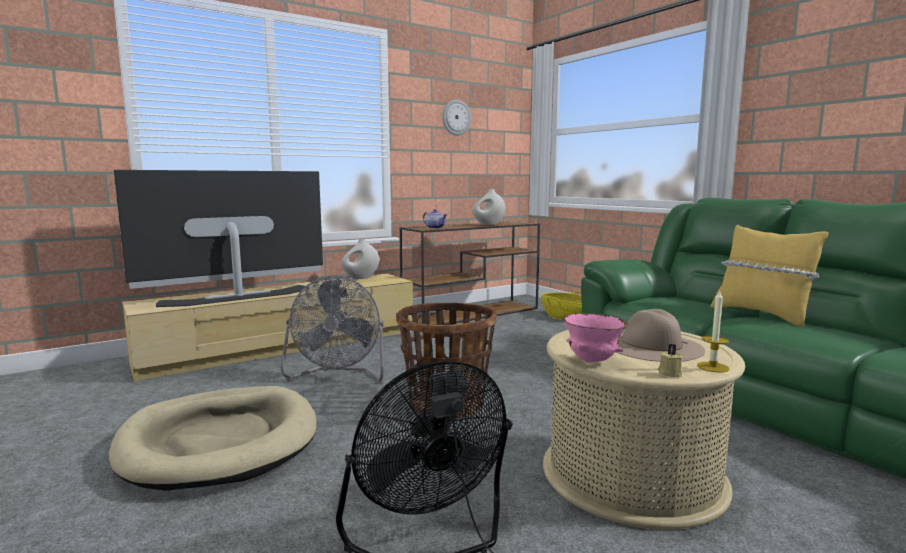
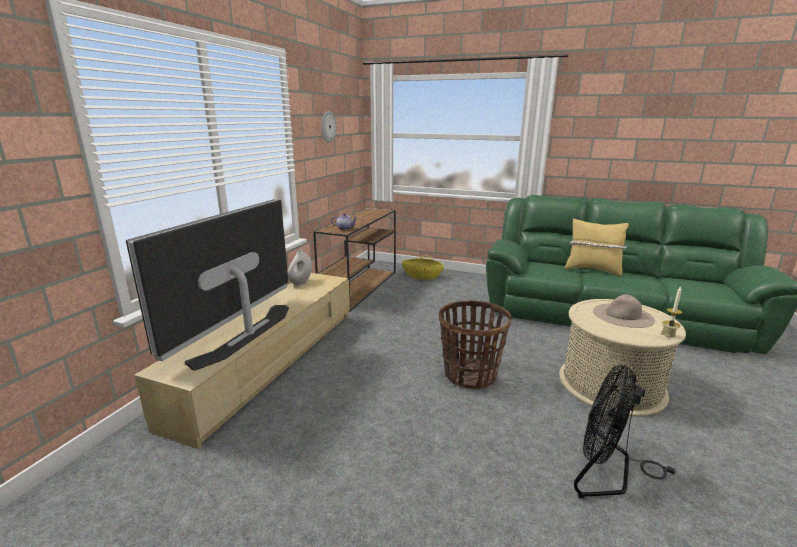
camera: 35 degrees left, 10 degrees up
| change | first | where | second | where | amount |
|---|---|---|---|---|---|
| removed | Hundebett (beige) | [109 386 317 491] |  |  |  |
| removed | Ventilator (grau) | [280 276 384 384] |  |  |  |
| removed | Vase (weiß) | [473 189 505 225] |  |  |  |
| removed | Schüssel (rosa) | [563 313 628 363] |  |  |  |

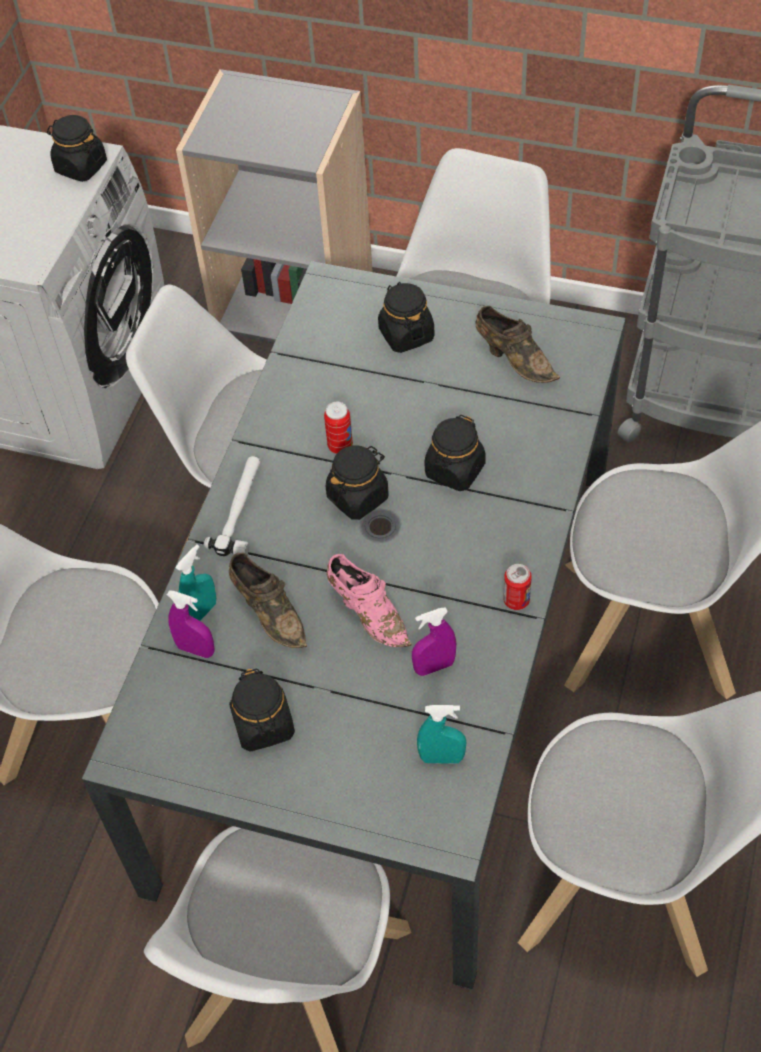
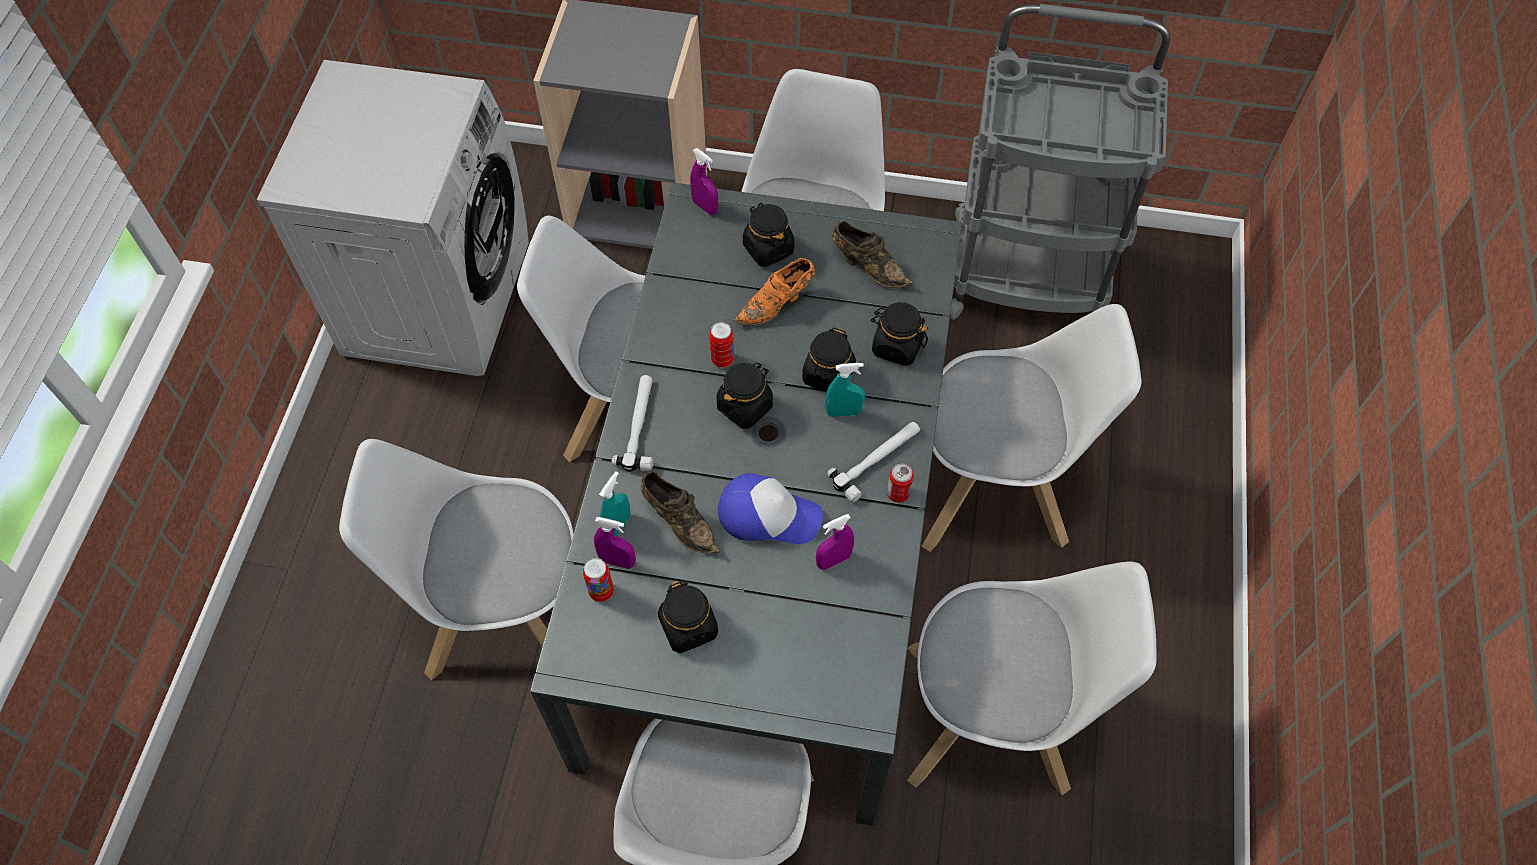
camera: 10 degrees left, 5 degrees up
| change | first | where | second | where | amount |
|---|---|---|---|---|---|
| added |  |  | Dose | [583 558 614 602] |  |
| added |  |  | Sprühflasche (lila) | [690 148 718 215] |  |
| added |  |  | Schuh (orange) | [734 258 815 325] |  |
| added |  |  | Hammer | [827 422 920 503] |  |
| moved | Vorratsglas (schwarz) | [47 115 107 182] |  | [871 302 928 366] |  |
| moved | Sprühflasche (türkis) | [417 705 466 764] |  | [825 363 865 417] |  |
| replaced | Schuh (rosa) | [326 554 411 647] | Kappe | [718 473 823 544] |  |

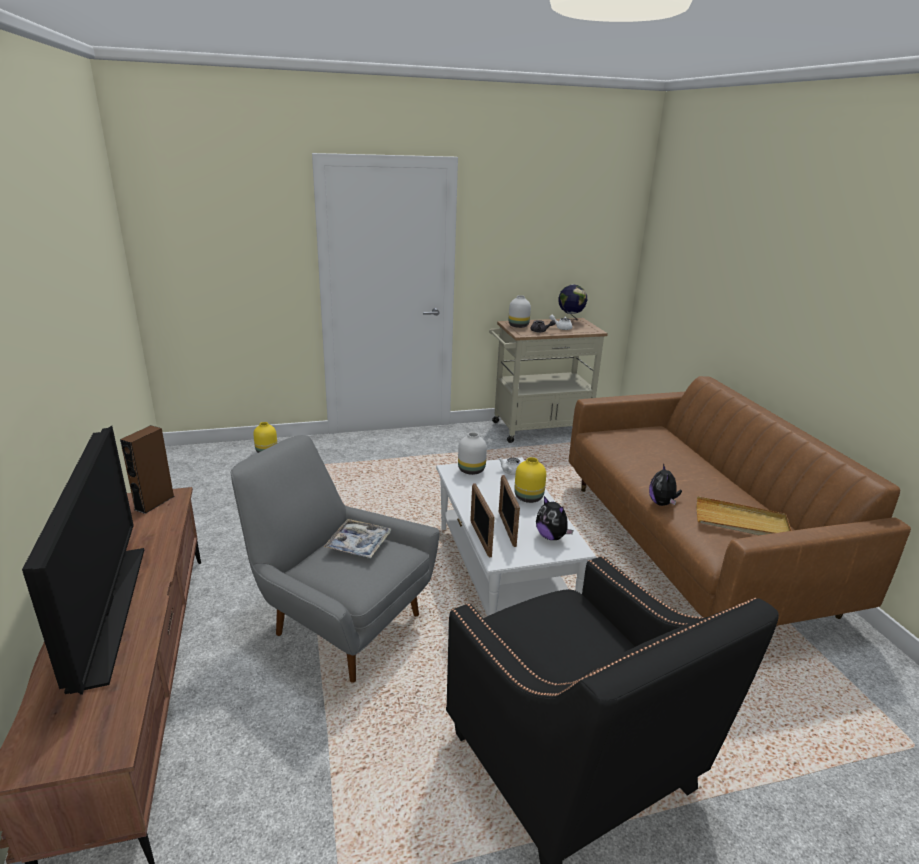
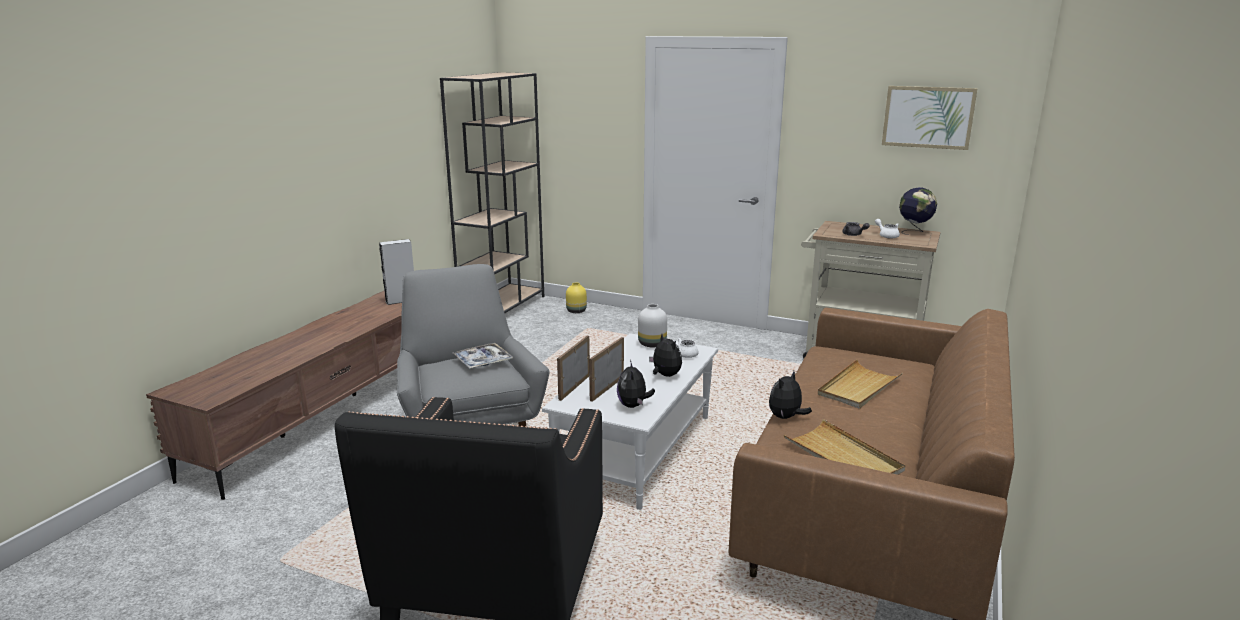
camera: 40 degrees right, 5 degrees down
| change | first | where | second | where | amount |
|---|---|---|---|---|---|
| removed | Fernseher | [22 426 144 695] |  |  |  |
| removed | Vase (weiß) | [509 295 531 328] |  |  |  |
| added |  |  | Bücherregal | [440 72 544 313] |  |
| added |  |  | Tablett (beige) | [818 359 903 409] |  |
| added |  |  | Bild | [882 86 978 150] |  |
| replaced | Vase (gelb) | [514 457 546 503] | Plüschtier | [649 334 682 377] |  |
| recoloured | Lautsprecher (braun) | [120 425 175 514] | Lautsprecher (grau) | [379 239 414 305] |  |

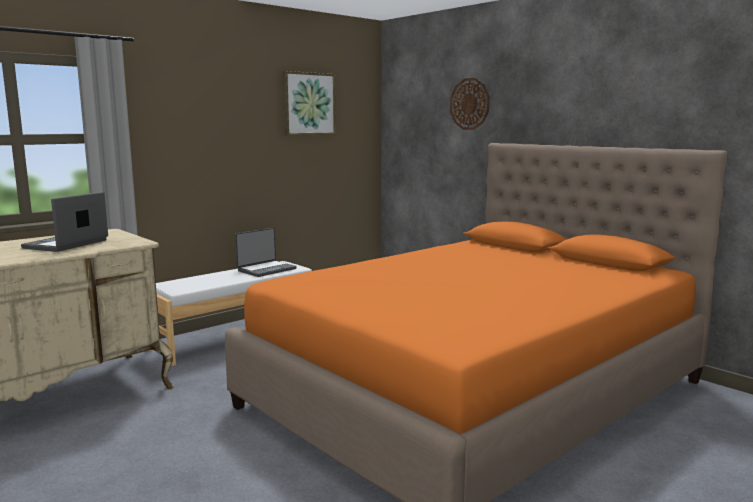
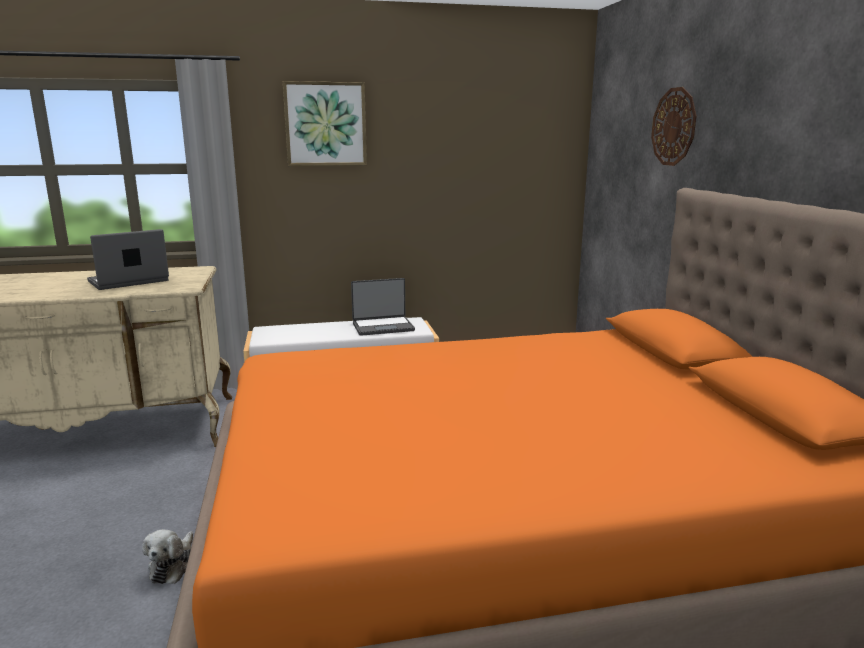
camera: 30 degrees right, 5 degrees up
| change | first | where | second | where | amount |
|---|---|---|---|---|---|
| added |  |  | Plüschtier | [142 529 193 584] |  |
| moved | Bild | [283 71 336 136] |  | [282 81 367 166] |  |

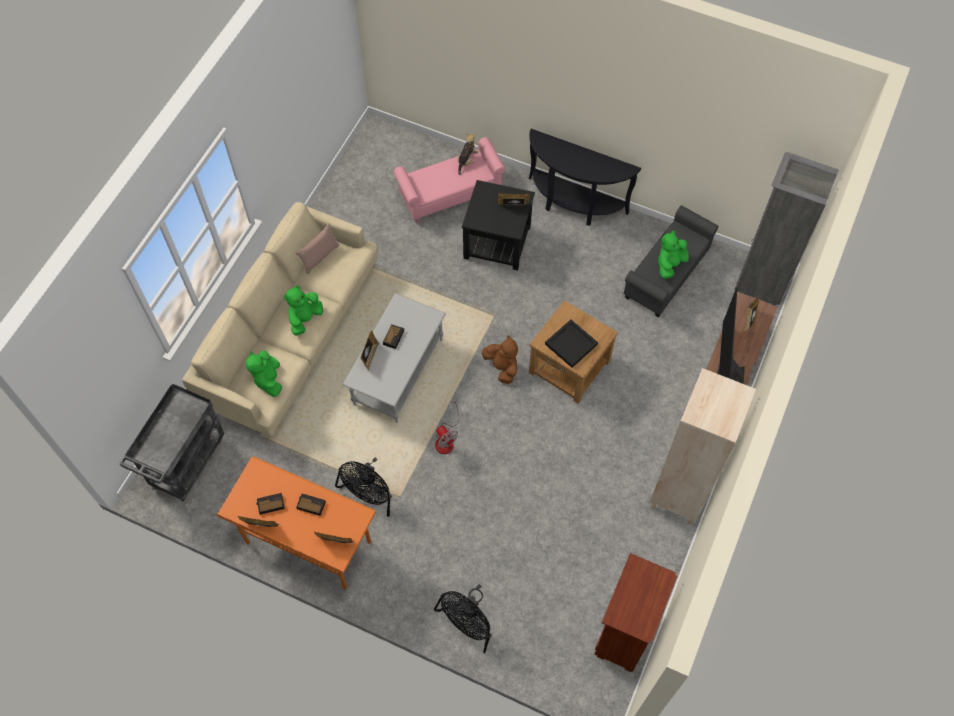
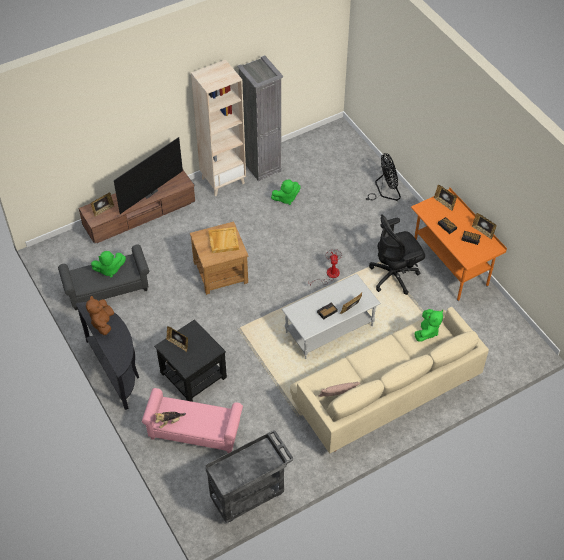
camera: 145 degrees left, 10 degrees down
| change | first | where | second | where | amount |
|---|---|---|---|---|---|
| removed | Schrank (braun) | [595 553 677 672] |  |  |  |
| moved | Rollwagen (schwarz) | [120 384 224 503] |  | [205 430 293 523] |  |
| moved | Plüschtier (grün) | [284 285 323 336] |  | [271 179 301 205] |  |
| moved | Plüschtier (braun) | [482 335 518 384] |  | [86 296 114 335] |  |
| moved | Schrank (grau) | [734 152 839 305] |  | [237 55 283 182] |  |
| replaced | Ventilator (schwarz) | [335 457 392 517] | Bürostuhl (schwarz) | [369 214 425 295] |  |
| recoloured | Tablett (schwarz) | [545 320 598 368] | Tablett (beige) | [208 227 239 253] |  |

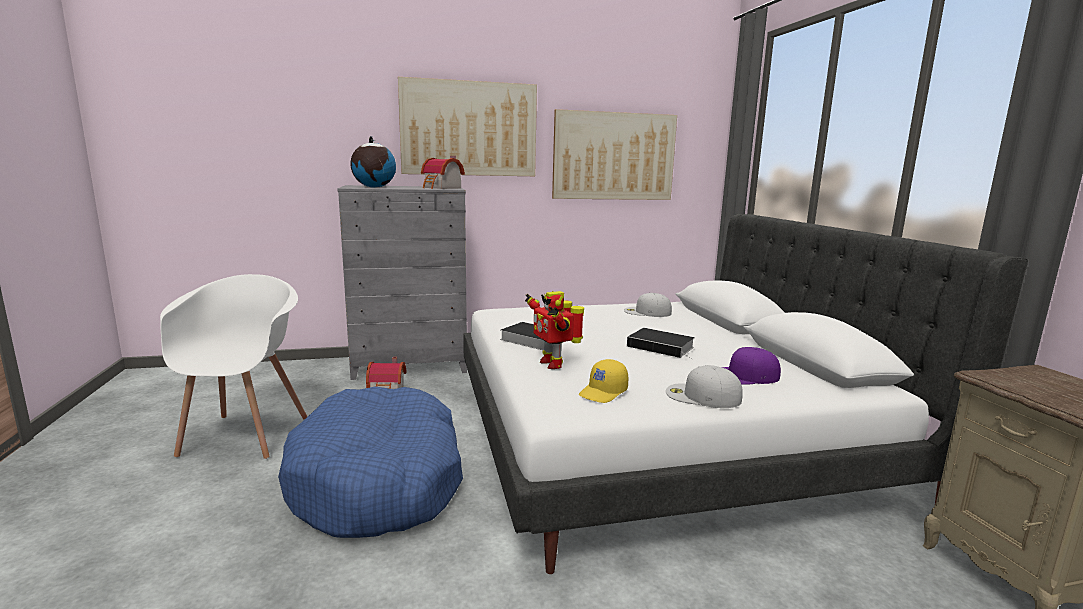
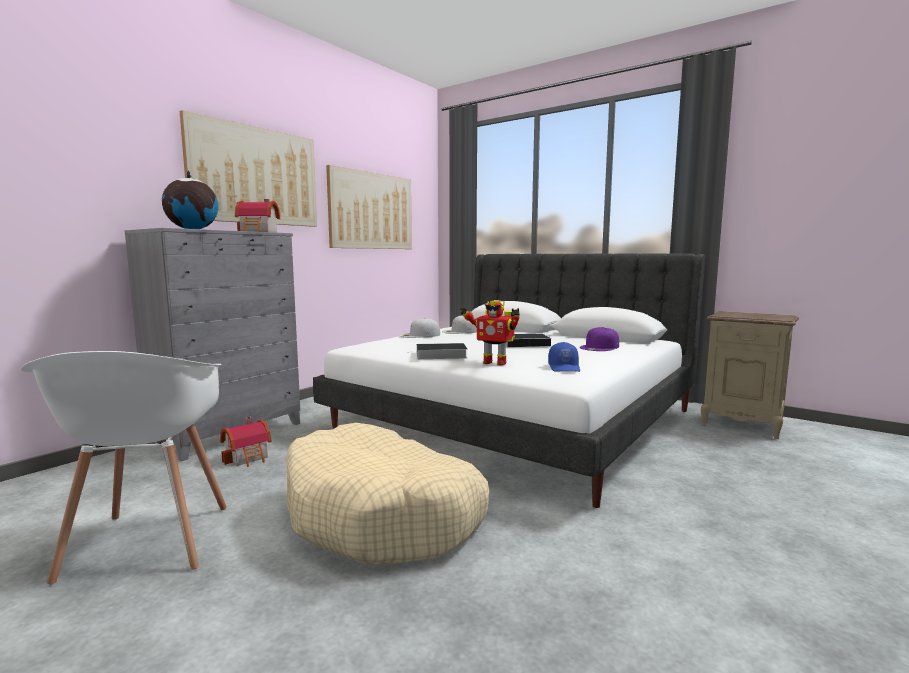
camera: 40 degrees left, 5 degrees down
| change | first | where | second | where | amount |
|---|---|---|---|---|---|
| moved | Kappe (weiß) | [666 365 743 408] |  | [400 318 440 338] |  |
| recoloured | Hundebett (blau) | [278 386 463 538] | Hundebett (beige) | [287 423 489 565] |  |
| recoloured | Kappe (gelb) | [579 359 628 403] | Kappe (blau) | [548 342 580 372] |  |
| turned | Stuhl (weiß) | [160 274 307 459] |  | [21 351 227 584] | 150 degrees counterclockwise |

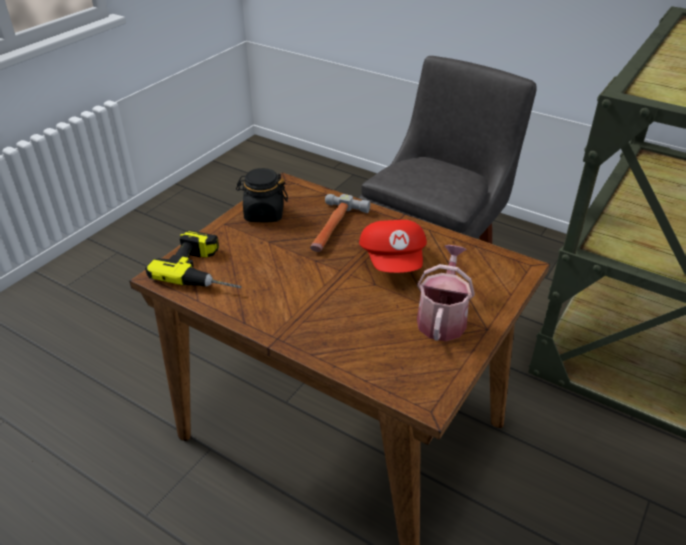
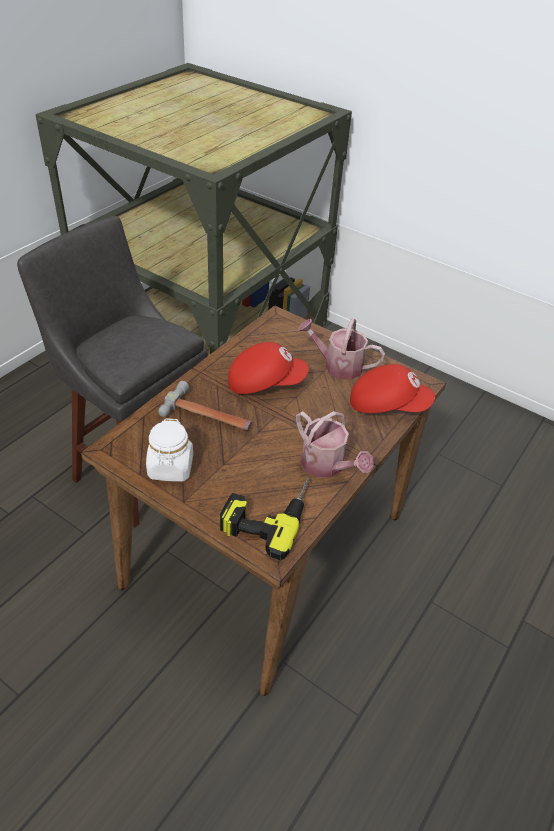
camera: 90 degrees left, 5 degrees up
| change | first | where | second | where | amount |
|---|---|---|---|---|---|
| added |  |  | Gießkanne | [296 411 374 478] |  |
| added |  |  | Kappe (rot) | [350 364 435 413] |  |
| recoloured | Vorratsglas (schwarz) | [236 168 288 222] | Vorratsglas (weiß) | [146 418 193 481] |  |

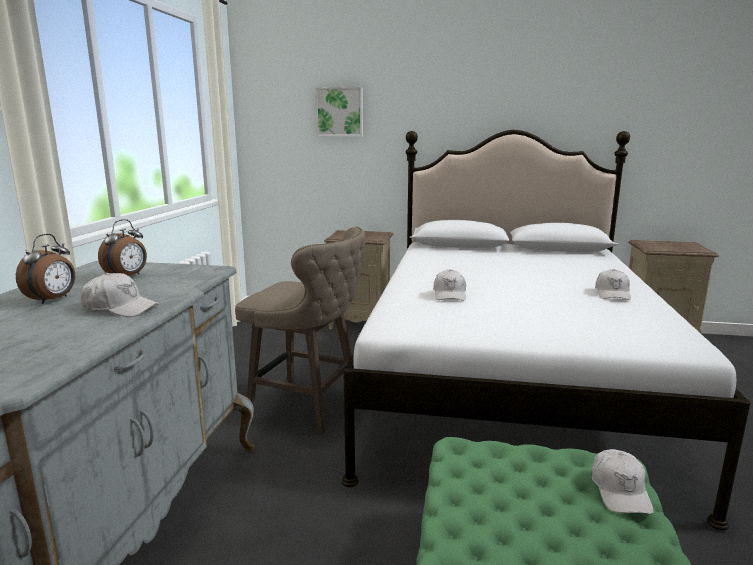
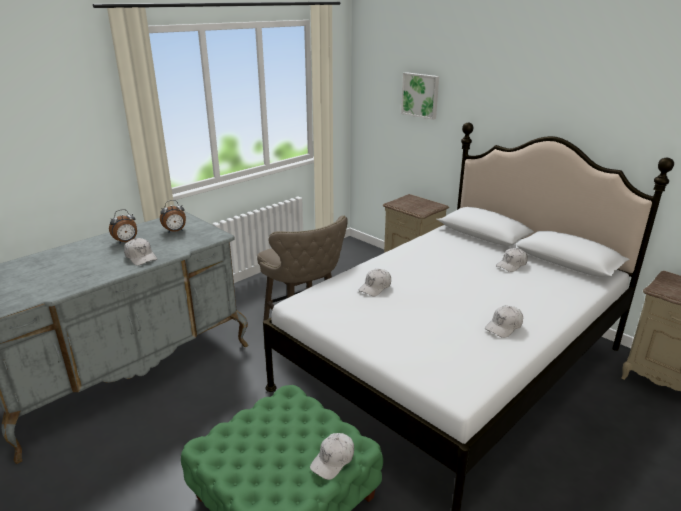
camera: 35 degrees right, 10 degrees up
| change | first | where | second | where | amount |
|---|---|---|---|---|---|
| added |  |  | Kappe (weiß) | [496 248 528 272] |  |

